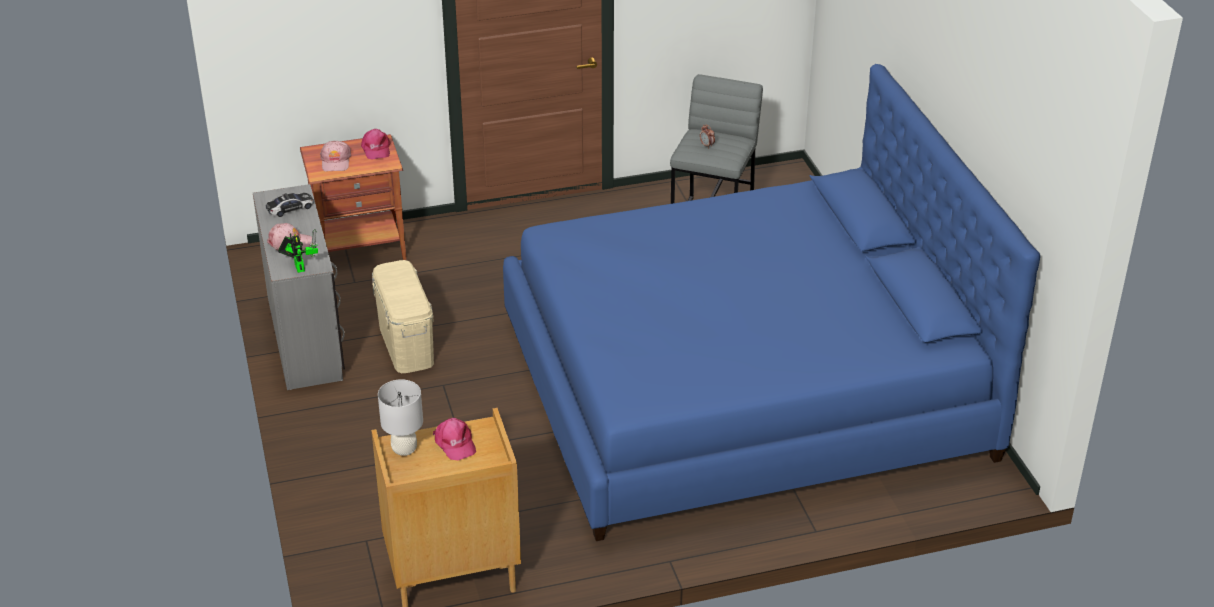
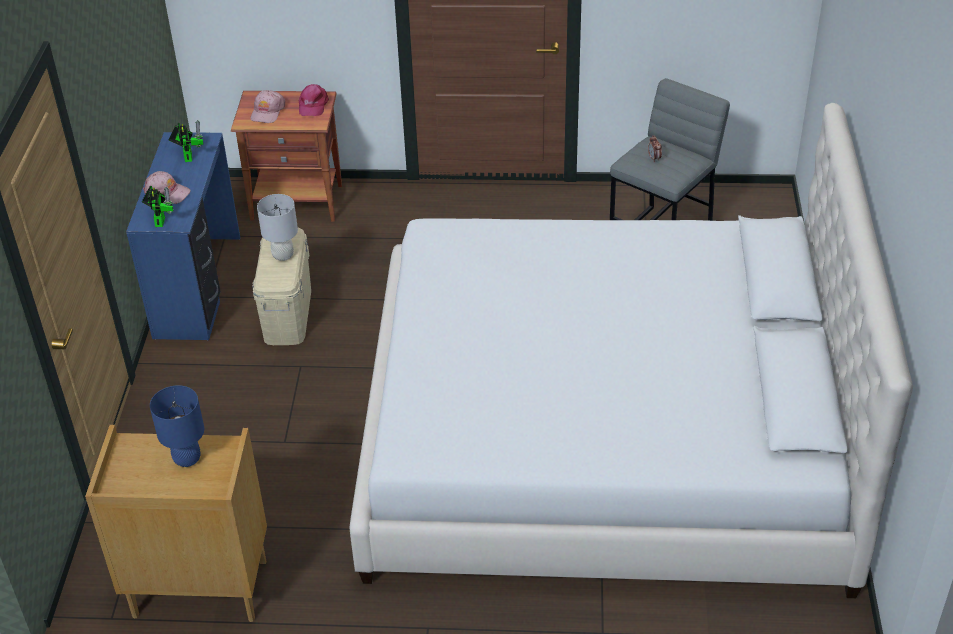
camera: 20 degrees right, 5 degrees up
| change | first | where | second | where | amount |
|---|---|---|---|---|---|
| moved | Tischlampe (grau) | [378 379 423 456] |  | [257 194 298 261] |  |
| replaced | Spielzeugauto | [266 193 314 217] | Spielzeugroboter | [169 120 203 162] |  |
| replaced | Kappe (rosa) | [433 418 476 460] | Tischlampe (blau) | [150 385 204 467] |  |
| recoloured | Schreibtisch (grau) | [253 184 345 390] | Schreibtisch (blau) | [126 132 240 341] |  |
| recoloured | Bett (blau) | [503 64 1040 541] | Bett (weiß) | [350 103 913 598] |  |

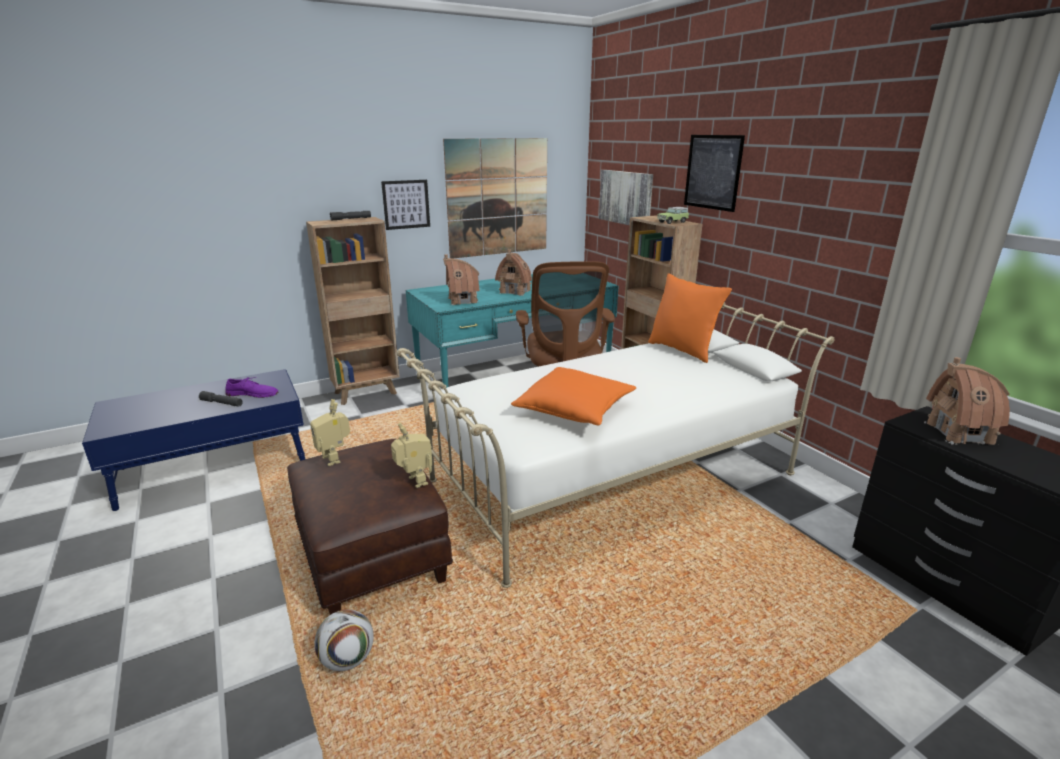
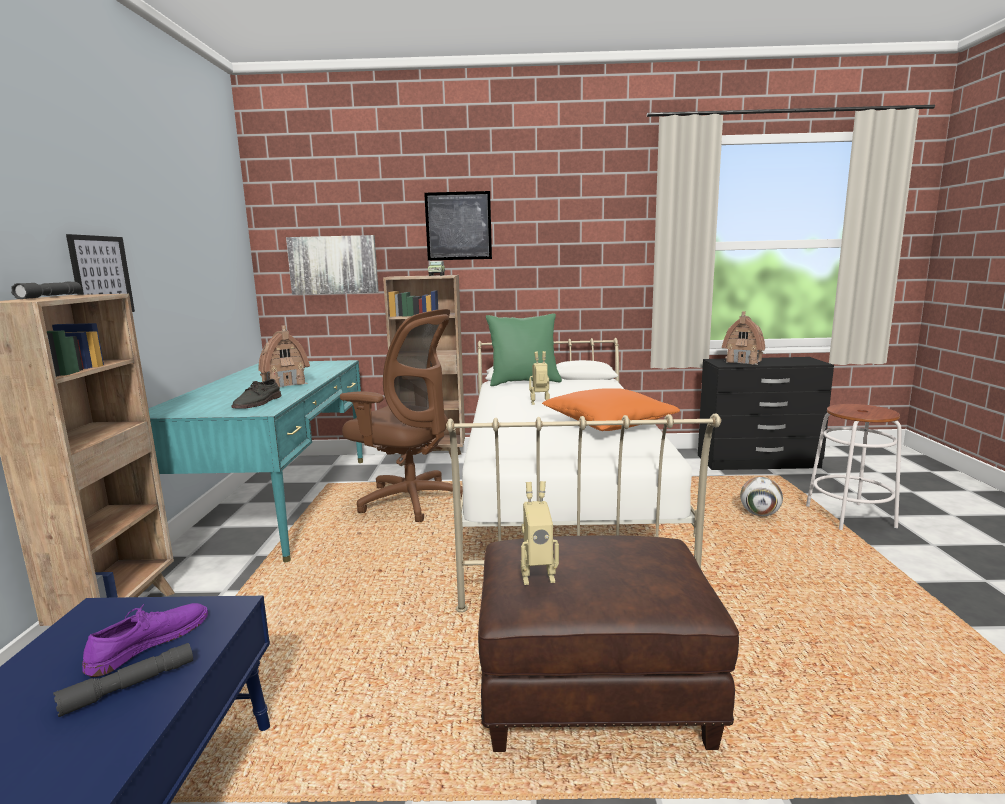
camera: 60 degrees left, 10 degrees down
| change | first | where | second | where | amount |
|---|---|---|---|---|---|
| removed | Bild | [443 138 547 258] |  |  |  |
| added |  |  | Hocker (weiß) | [806 404 902 530] |  |
| moved | Fußball | [314 609 374 671] |  | [740 477 783 516] |  |
| moved | Spielzeugroboter | [391 422 433 488] |  | [529 351 550 405] |  |
| replaced | Spielzeughaus | [443 254 480 305] | Schuh (grau) | [232 379 281 409] |  |
| recoloured | Kissen (orange) | [648 273 732 363] | Kissen (grün) | [486 314 562 386] |  |

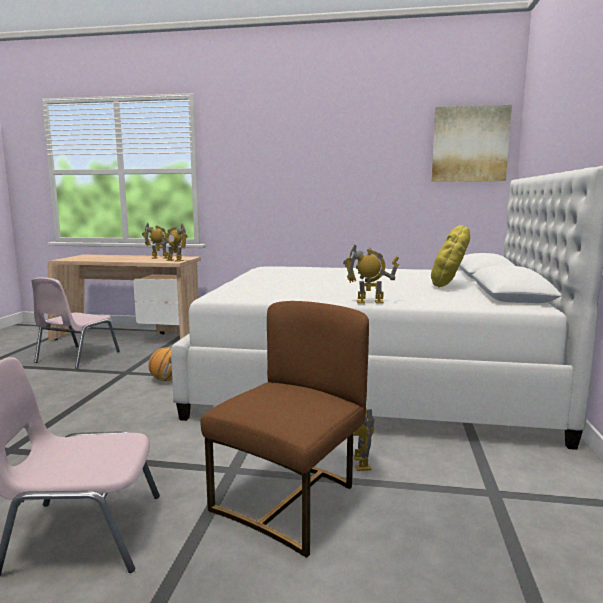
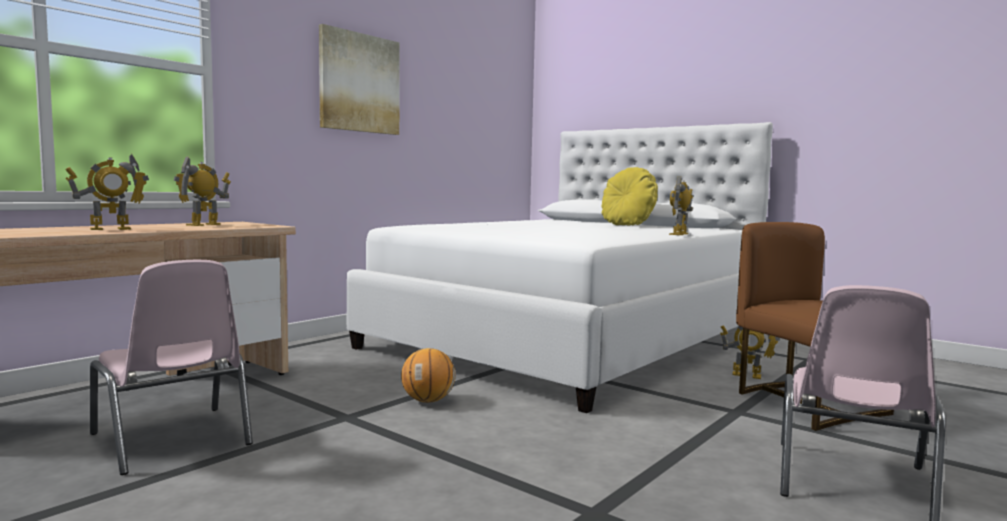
camera: 60 degrees left, 5 degrees down
| change | first | where | second | where | amount |
|---|---|---|---|---|---|
| moved | Spielzeugroboter | [160 224 188 262] |  | [65 153 149 230] |  |
| moved | Bild | [431 105 512 182] |  | [319 24 400 135] |  |

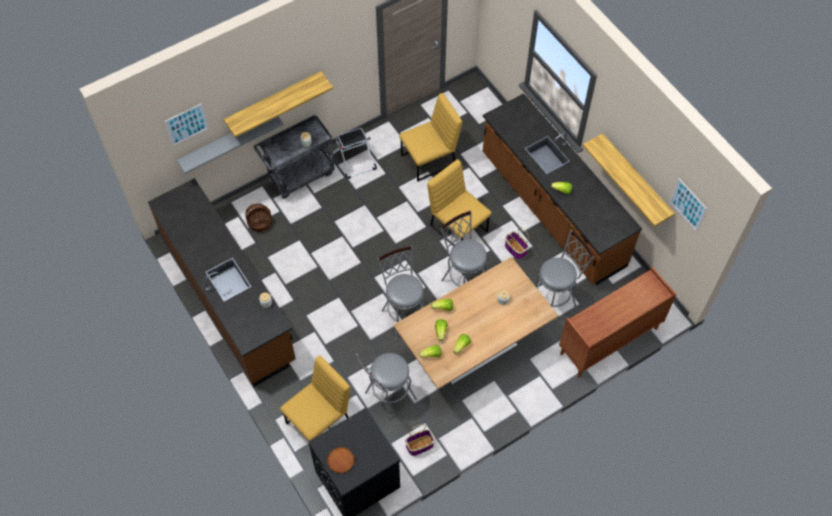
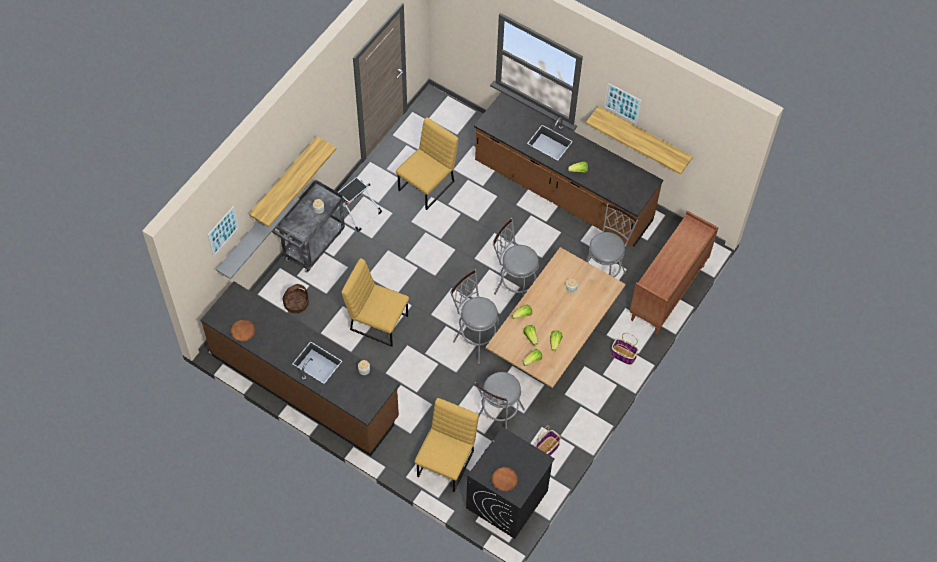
camera: 25 degrees left, 0 degrees up
| change | first | where | second | where | amount |
|---|---|---|---|---|---|
| added |  |  | Teller (braun) | [230 320 255 341] |  |
| moved | Stuhl (gelb) | [427 159 492 246] |  | [342 258 409 347] |  |
| moved | Korb | [505 227 529 260] |  | [611 333 639 365] |  |
| moved | Bild | [670 178 707 232] |  | [604 83 642 124] |  |

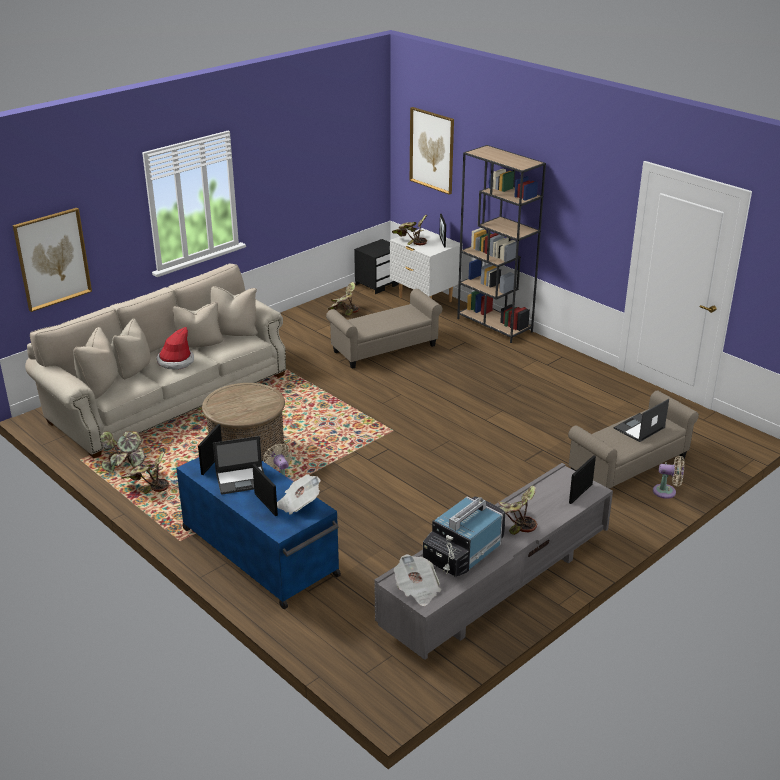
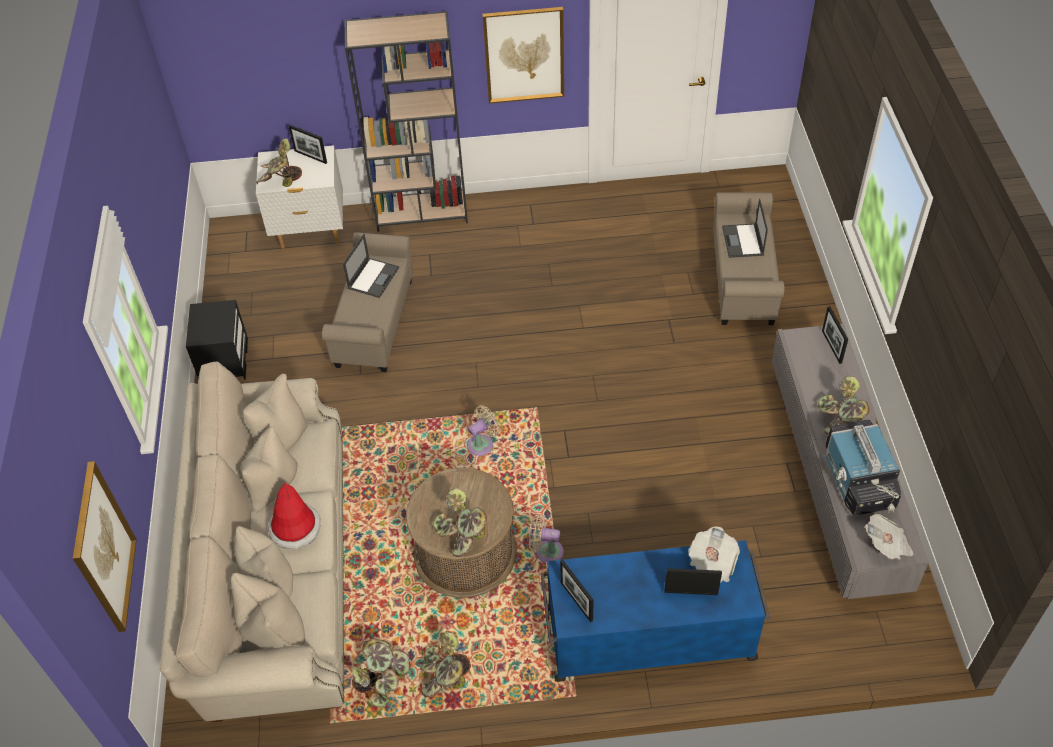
camera: 50 degrees left, 20 degrees up
| change | first | where | second | where | amount |
|---|---|---|---|---|---|
| moved | Laptop | [213 436 264 495] |  | [343 234 399 298] |  |
| moved | Topfpflanze | [327 282 360 316] |  | [433 488 487 557] |  |
| moved | Nachttisch (schwarz) | [354 239 399 294] |  | [186 300 248 380] |  |
| moved | Bild | [410 107 454 195] |  | [482 7 564 103] |  |
| moved | Ventilator (beige) | [653 456 685 499] |  | [467 406 501 456] |  |

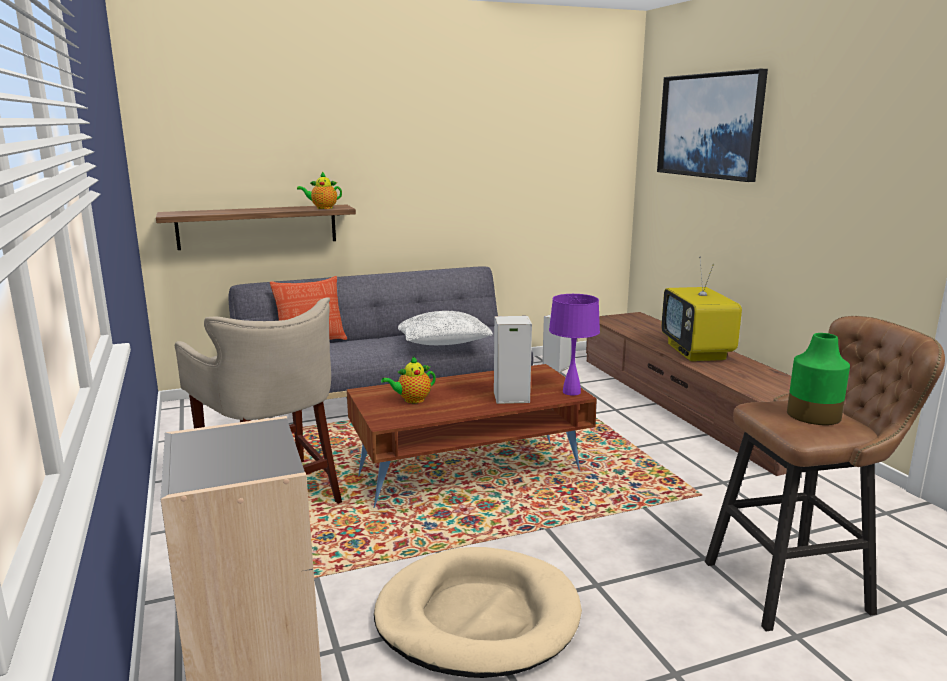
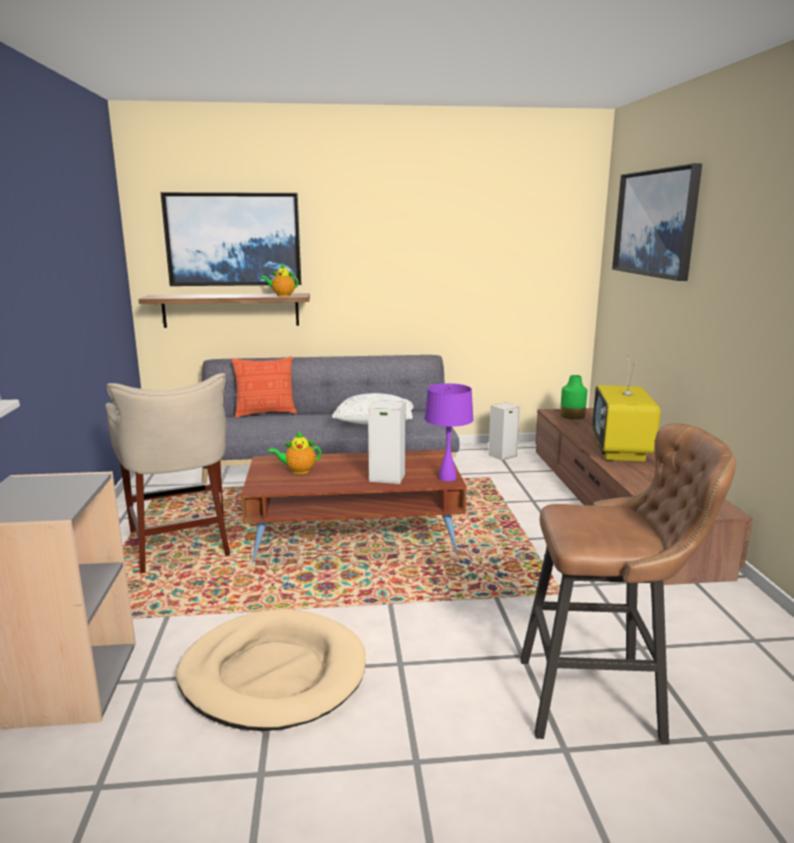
camera: 15 degrees right, 0 degrees up
| change | first | where | second | where | amount |
|---|---|---|---|---|---|
| added |  |  | Bild | [161 192 301 286] |  |
| moved | Vase (grün) | [787 333 850 425] |  | [560 375 587 419] |  |

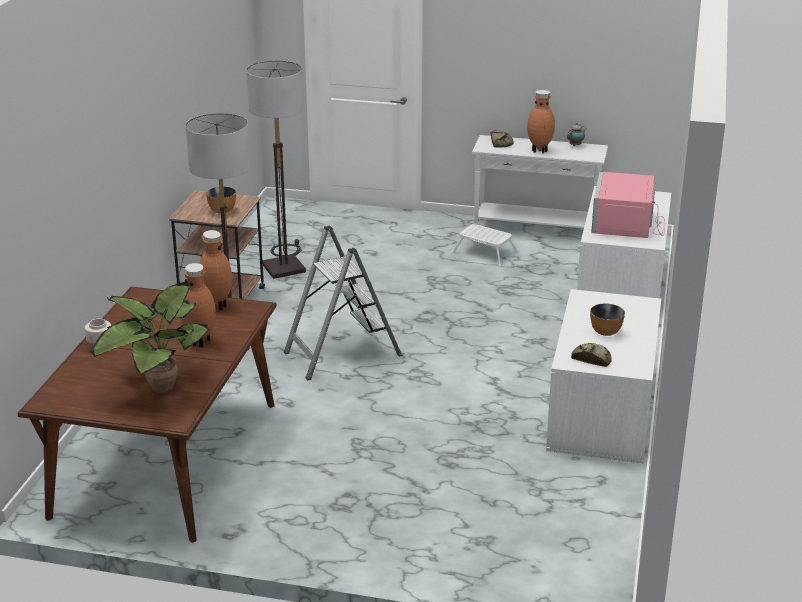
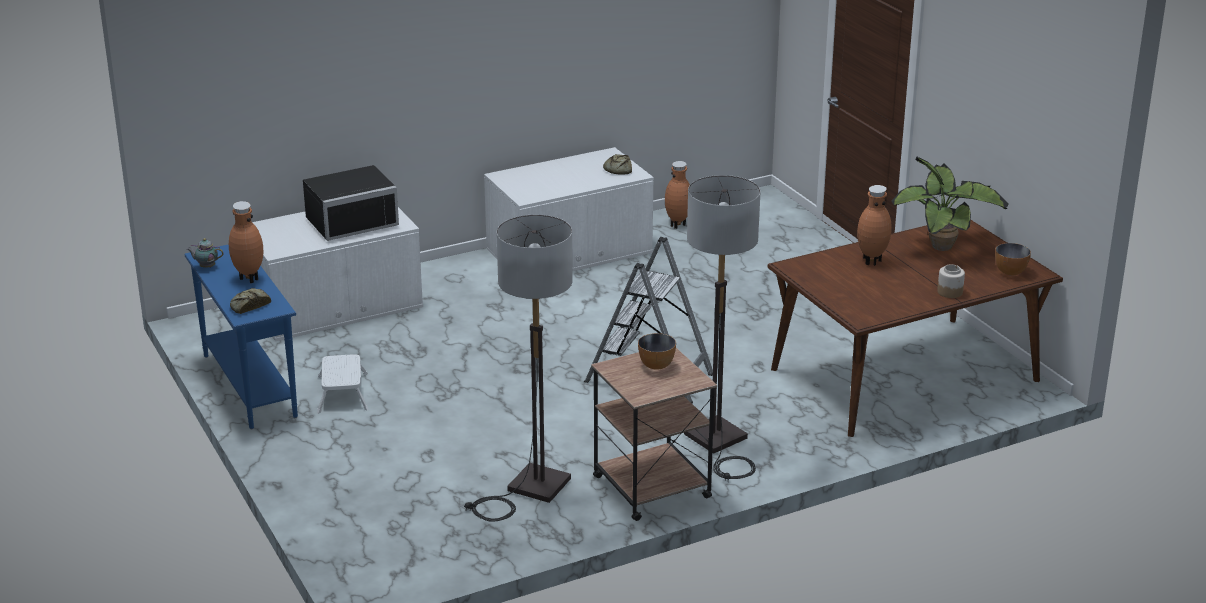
camera: 130 degrees left, 0 degrees up
| change | first | where | second | where | amount |
|---|---|---|---|---|---|
| moved | Vase (braun) | [199 230 232 310] |  | [665 161 690 229] |  |
| moved | Schüssel | [590 304 625 336] |  | [995 243 1031 275] |  |
| recoloured | Konsolentisch (weiß) | [472 135 608 228] | Konsolentisch (blau) | [184 244 298 429] |  |
| recoloured | Mikrowelle (rosa) | [591 171 665 238] | Mikrowelle (schwarz) | [303 165 399 241] |  |

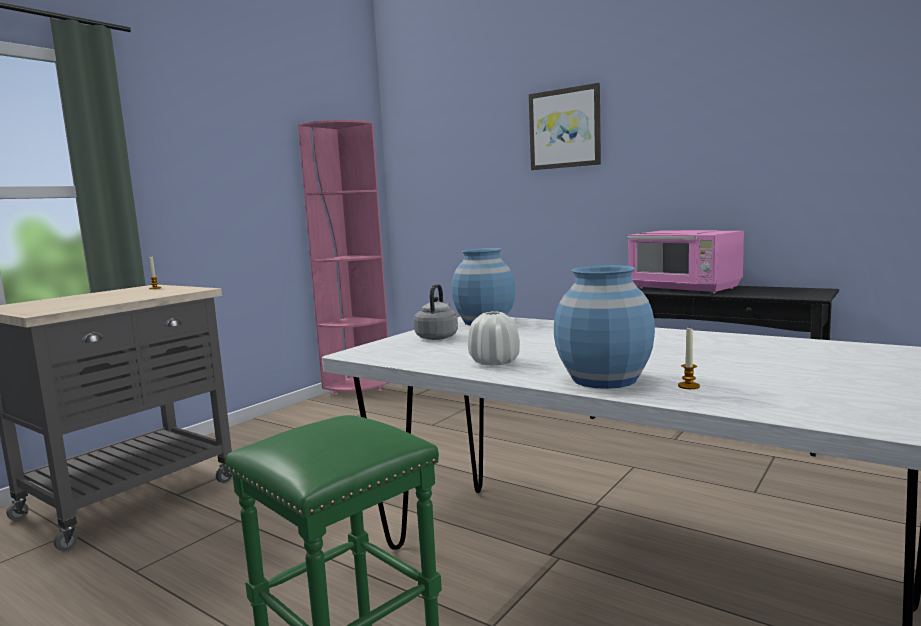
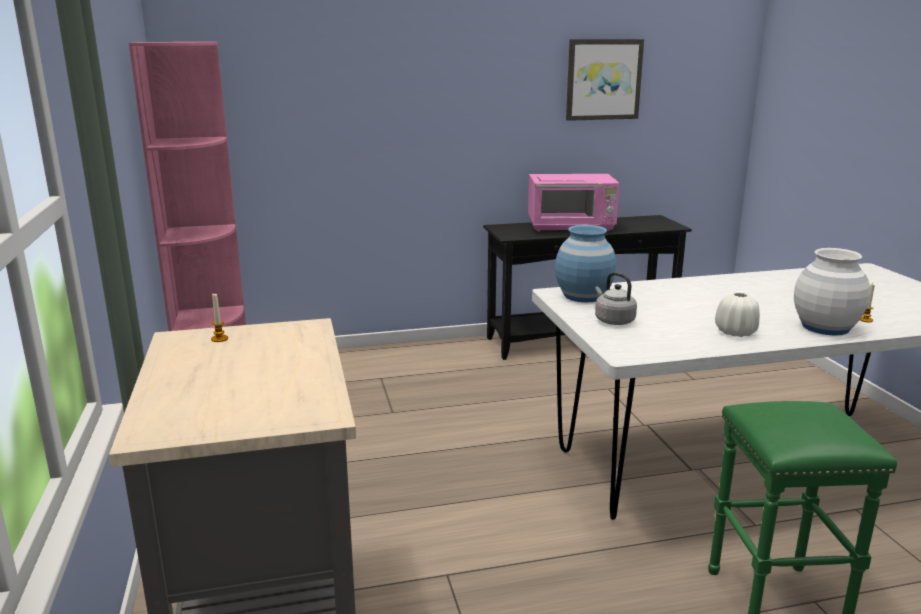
camera: 50 degrees left, 10 degrees up
| change | first | where | second | where | amount |
|---|---|---|---|---|---|
| moved | Bild | [529 83 601 170] |  | [566 39 644 121] |  |
| recoloured | Vase (blau) | [554 265 655 389] | Vase (weiß) | [794 248 870 336] |  |

